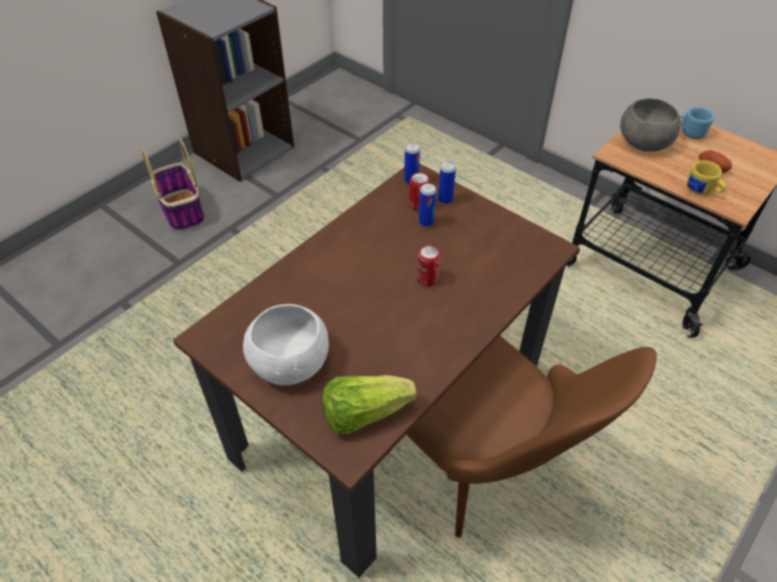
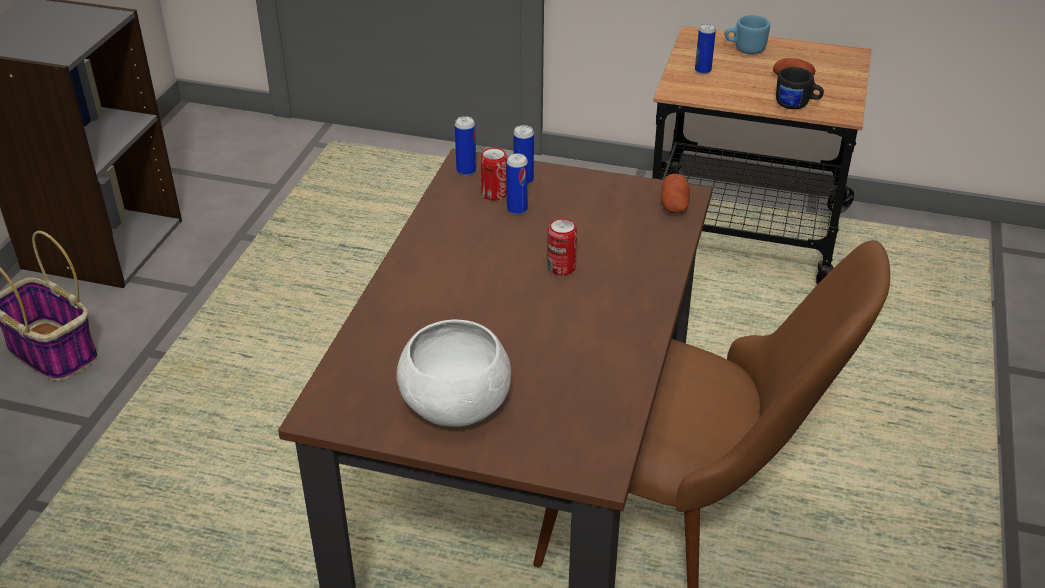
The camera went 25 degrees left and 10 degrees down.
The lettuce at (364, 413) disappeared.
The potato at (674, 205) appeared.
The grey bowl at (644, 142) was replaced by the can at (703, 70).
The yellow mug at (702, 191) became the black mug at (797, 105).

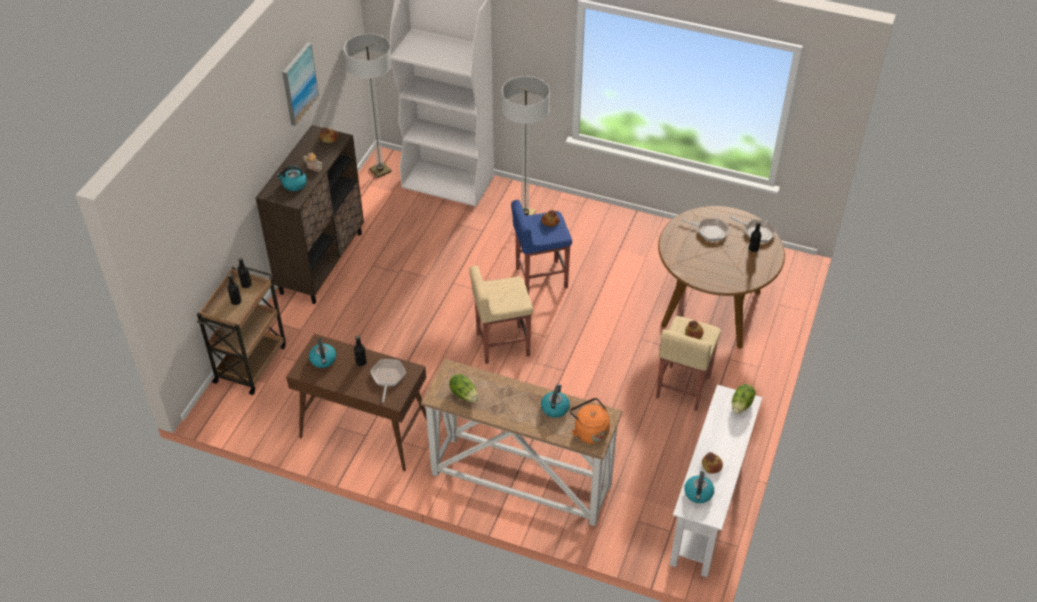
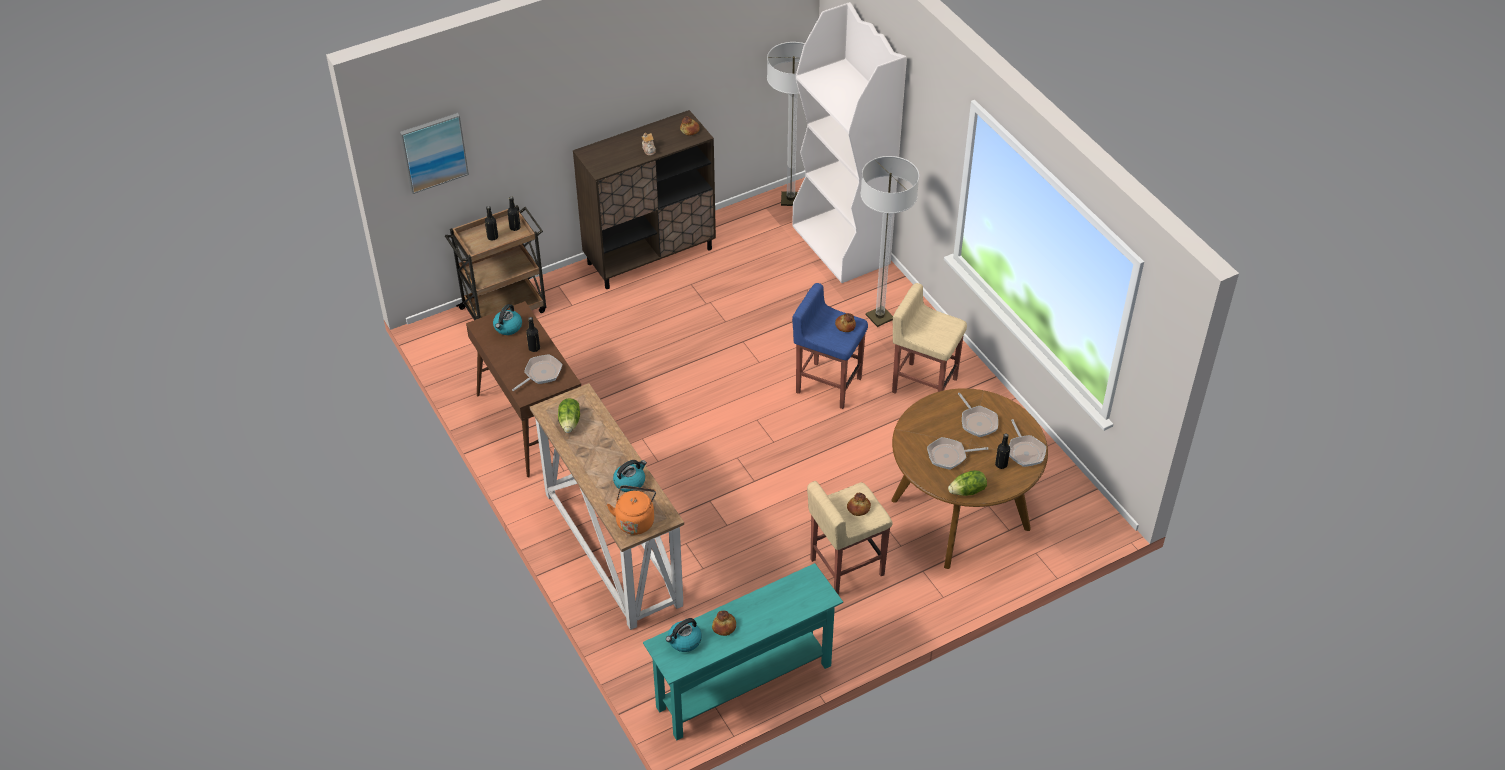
The camera went 40 degrees right and 0 degrees up.
The kettle at (294, 184) disappeared.
The frying pan at (949, 456) appeared.
The picture moved from (299, 83) to (434, 152).
The beige stool moved from (502, 344) to (923, 385).
The lettuce moved from (742, 405) to (967, 491).
The white console table at (708, 509) became the turquoise console table at (744, 687).

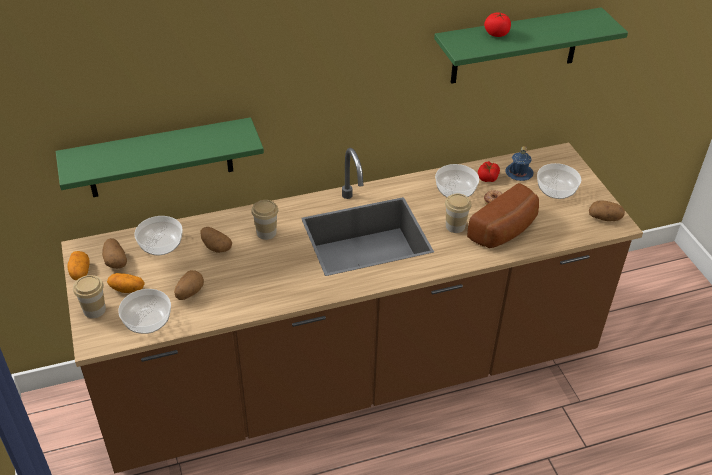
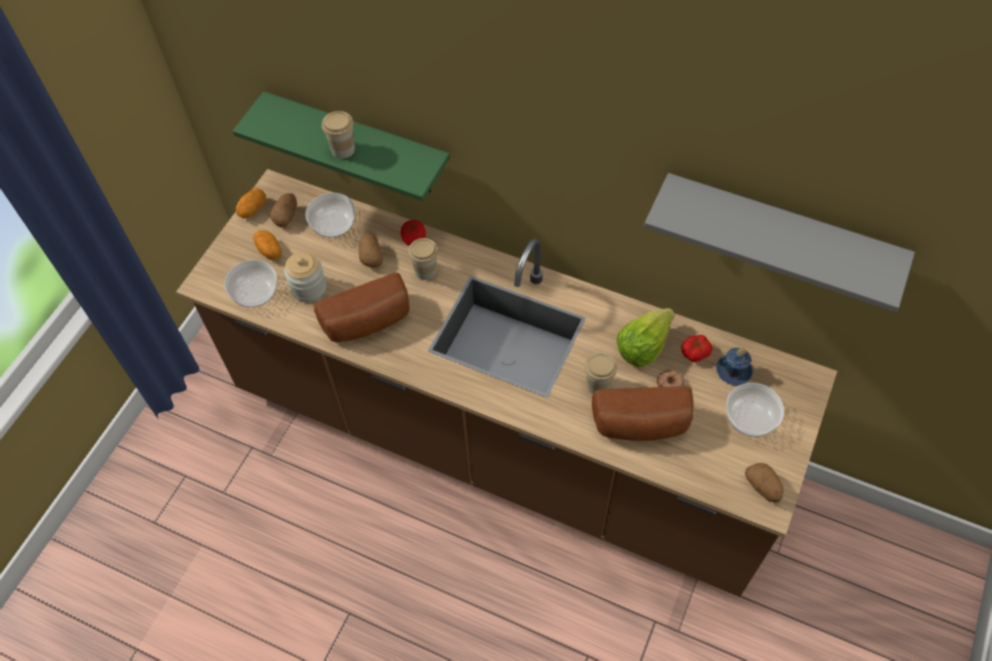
The camera went 45 degrees right and 15 degrees up.
The bread at (368, 323) appeared.
The cup moved from (94, 310) to (343, 149).
The tomato moved from (496, 34) to (414, 240).
The potato at (189, 292) was replaced by the jar at (309, 288).
The bowl at (455, 191) was replaced by the lettuce at (643, 345).
The green shelf at (515, 46) became the grey shelf at (778, 236).

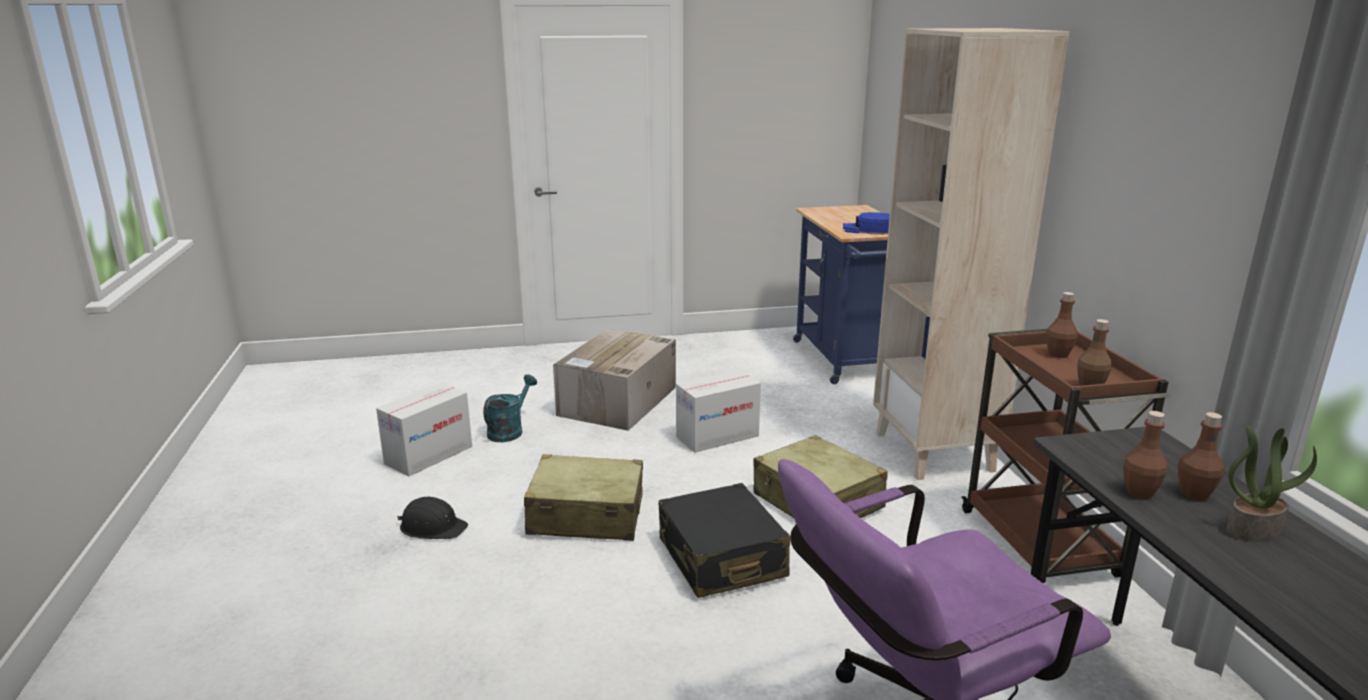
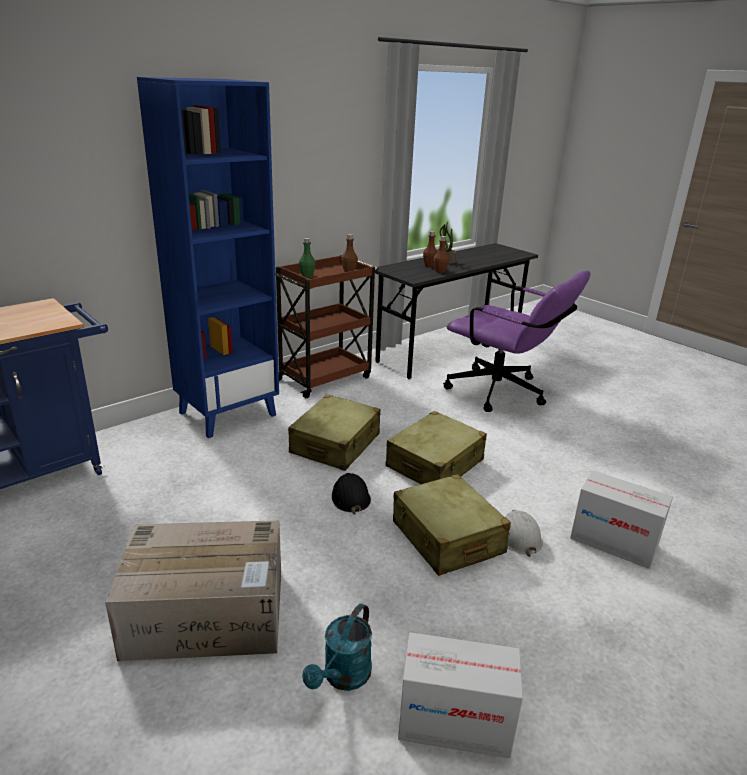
The camera went 120 degrees left and 5 degrees up.
The blue cap at (868, 229) disappeared.
The white hard hat at (518, 536) appeared.
The black hard hat moved from (432, 527) to (350, 497).
The cardboard box moved from (717, 436) to (614, 542).
The black suitcase at (721, 558) became the beige suitcase at (435, 464).
The beige bookcase at (935, 452) became the blue bookcase at (228, 413).
The brown bottle at (1058, 354) became the green bottle at (307, 275).
The turquoise watering can at (509, 430) turned 60 degrees counterclockwise.

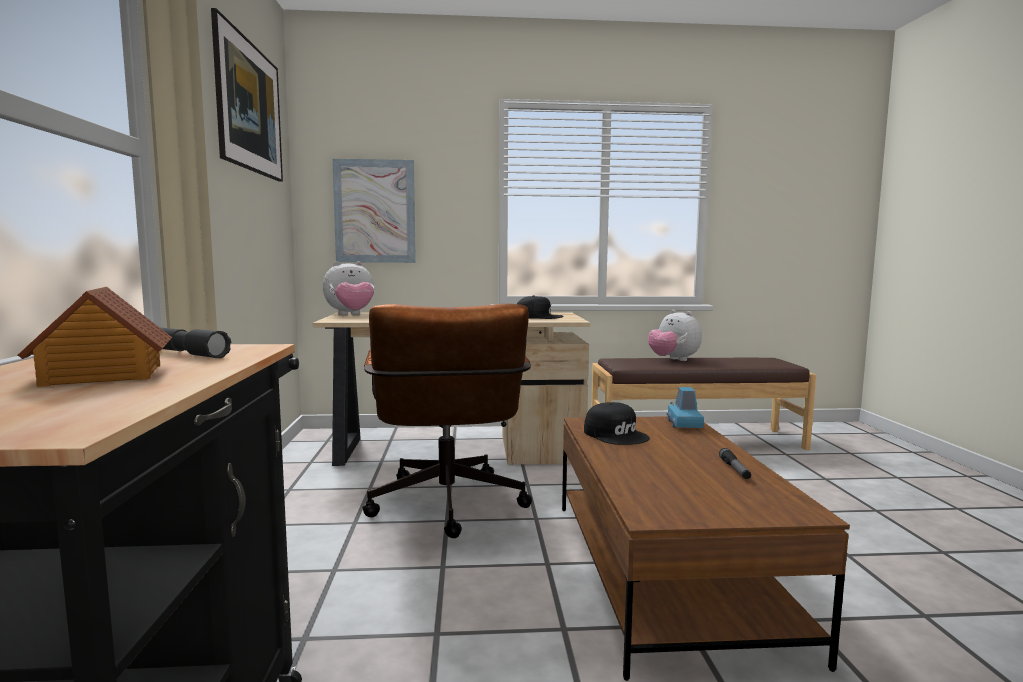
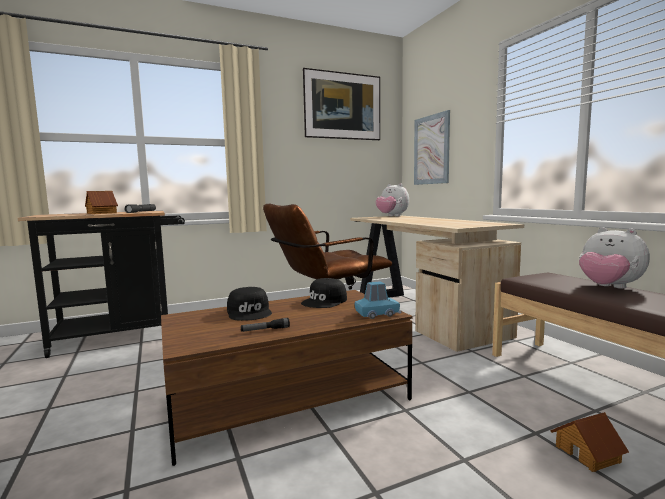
The camera went 70 degrees right and 0 degrees up.
The toy house at (588, 453) appeared.
The black cap moved from (538, 317) to (250, 312).
The plush toy at (673, 360) turned 75 degrees counterclockwise.

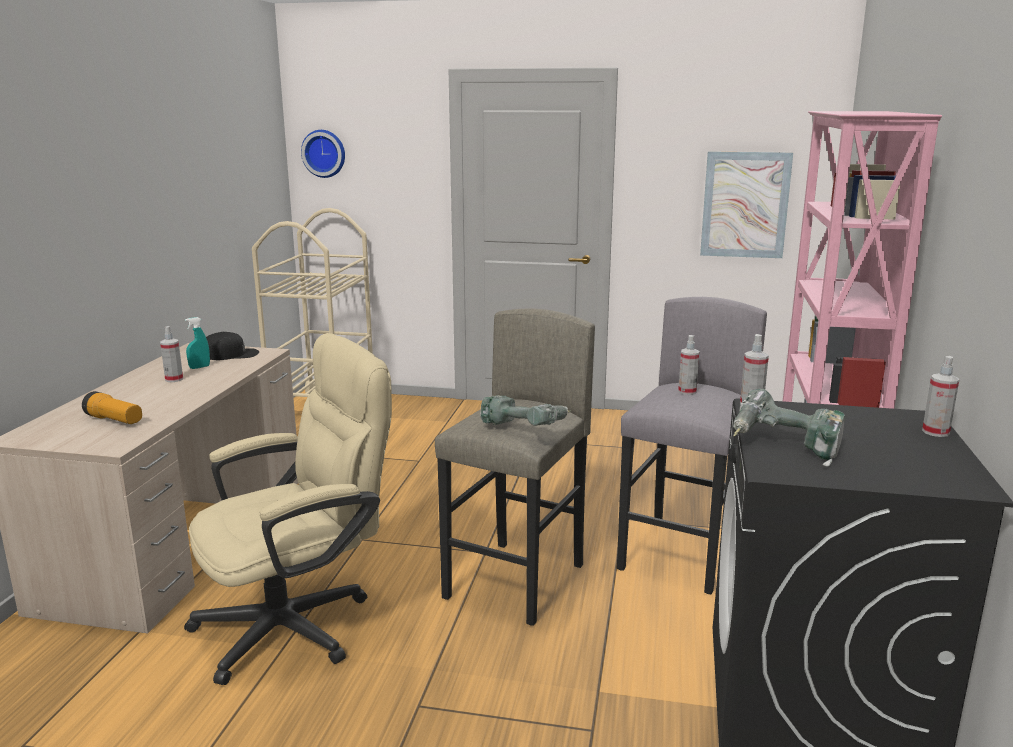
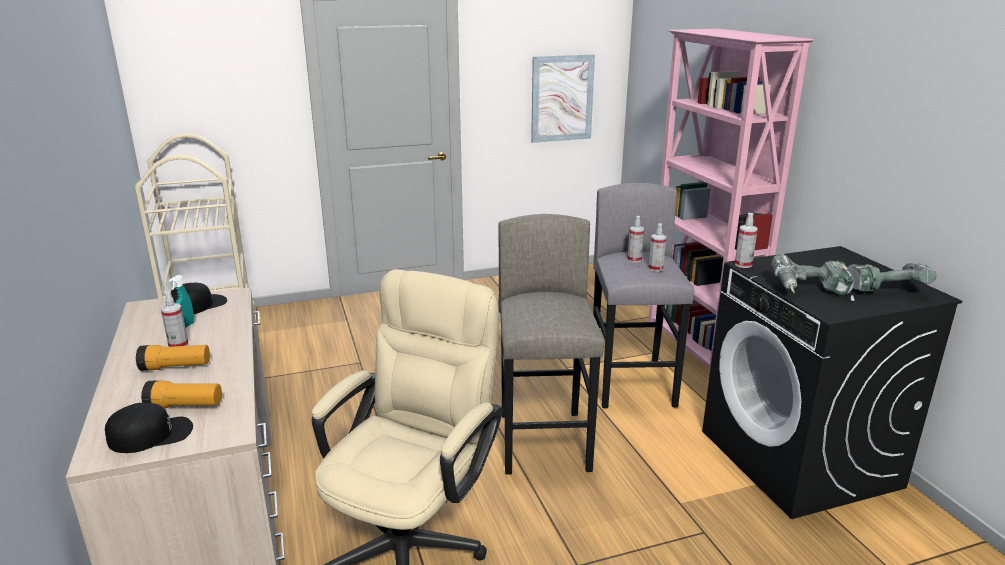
The camera went 30 degrees left and 5 degrees up.
The wall clock at (324, 153) disappeared.
The black cap at (151, 434) appeared.
The flashlight at (175, 367) appeared.
The power drill moved from (525, 428) to (883, 289).
The spray bottle moved from (935, 432) to (655, 268).

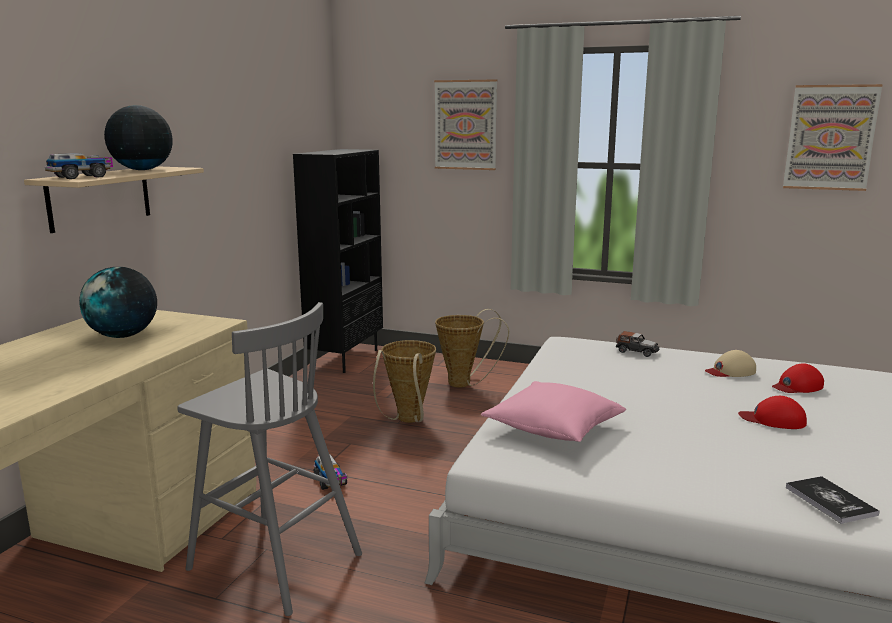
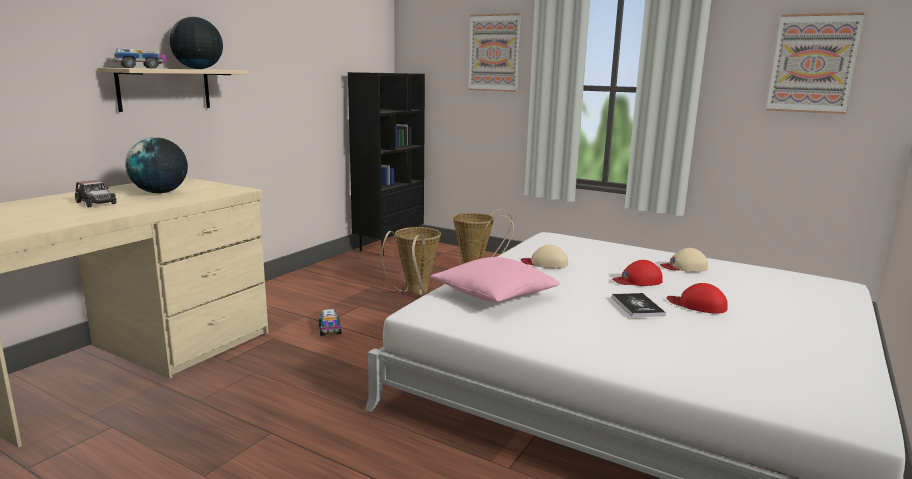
The camera went 10 degrees right and 0 degrees up.
The grey stool at (272, 561) disappeared.
The beige cap at (545, 263) appeared.
The toy car moved from (636, 351) to (96, 203).
The red cap moved from (797, 386) to (637, 280).
The book moved from (830, 501) to (637, 306).

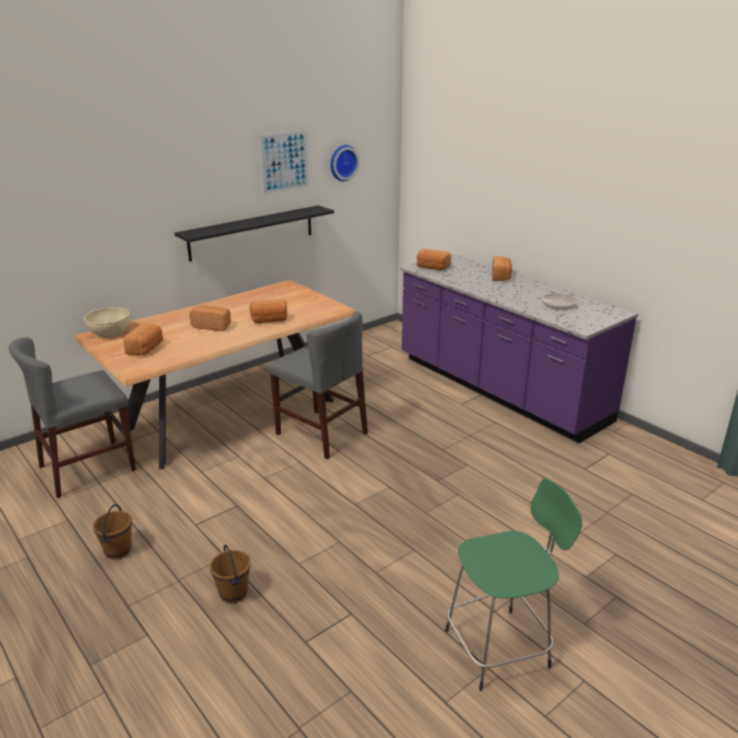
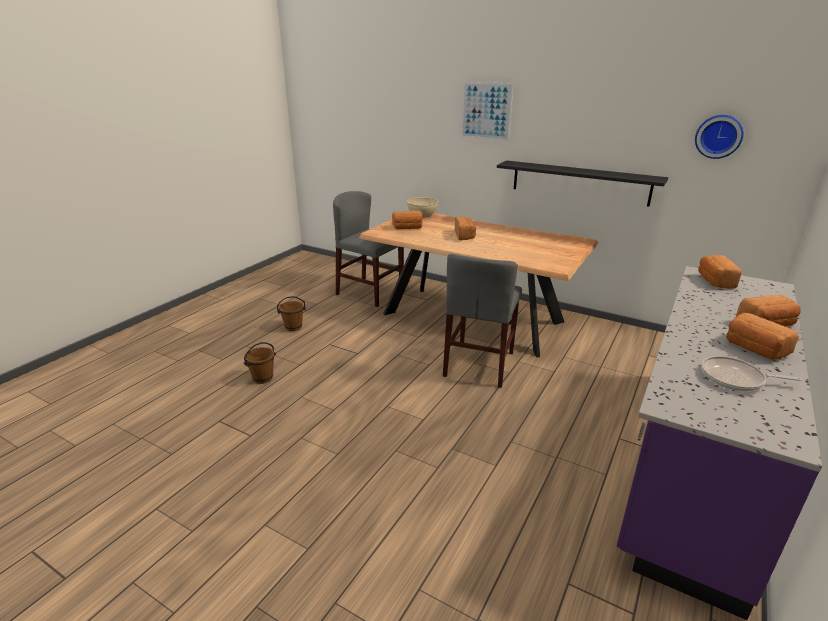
The camera went 70 degrees right and 0 degrees up.
The green stool at (500, 647) disappeared.
The bread moved from (269, 320) to (754, 349).
The picture moved from (285, 161) to (486, 111).

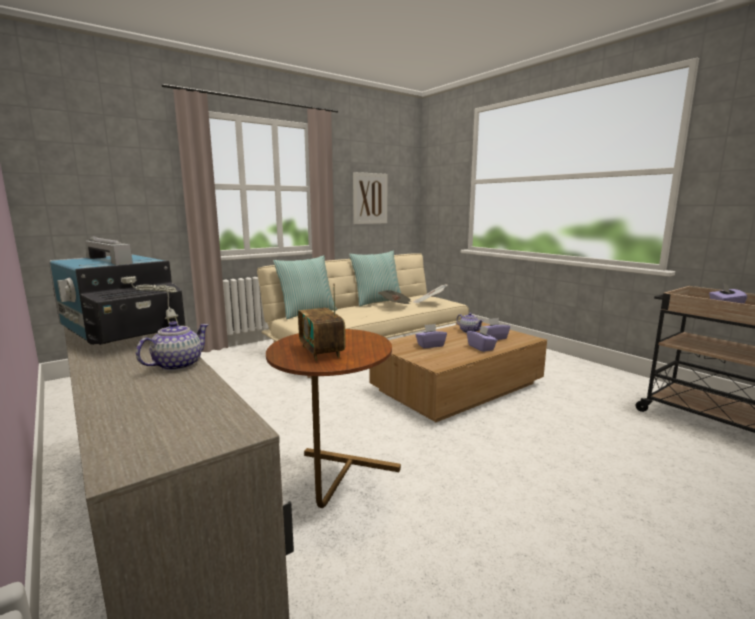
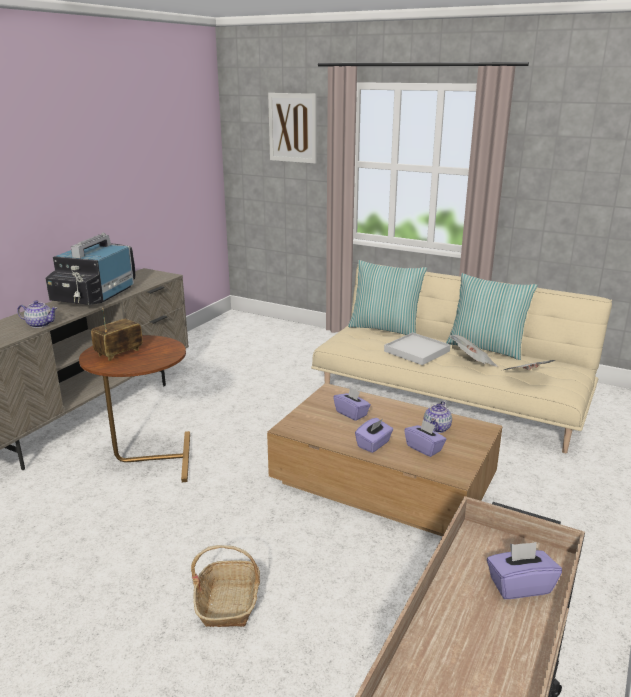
The camera went 65 degrees right and 10 degrees up.
The basket at (228, 602) appeared.
The white tray at (416, 351) appeared.
The picture moved from (370, 198) to (293, 128).

